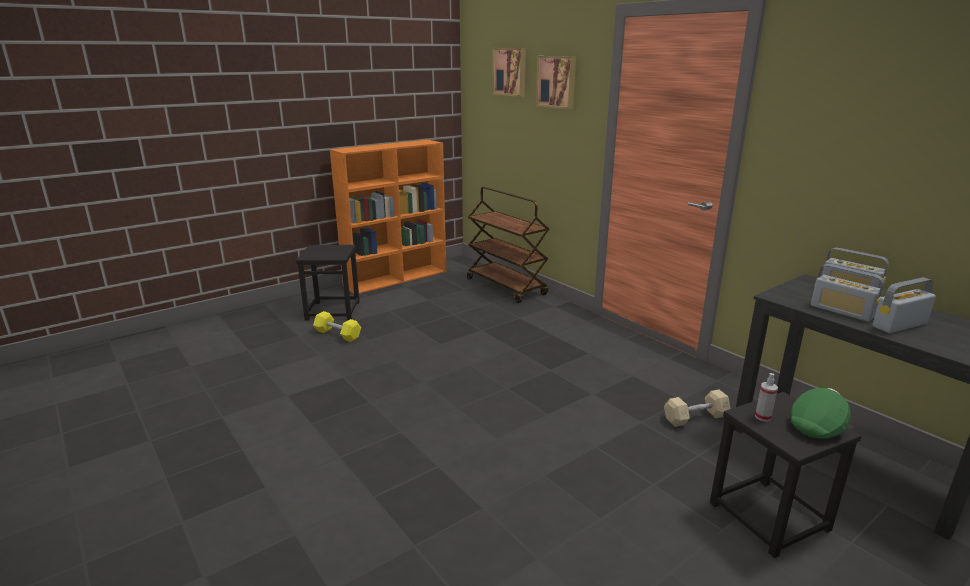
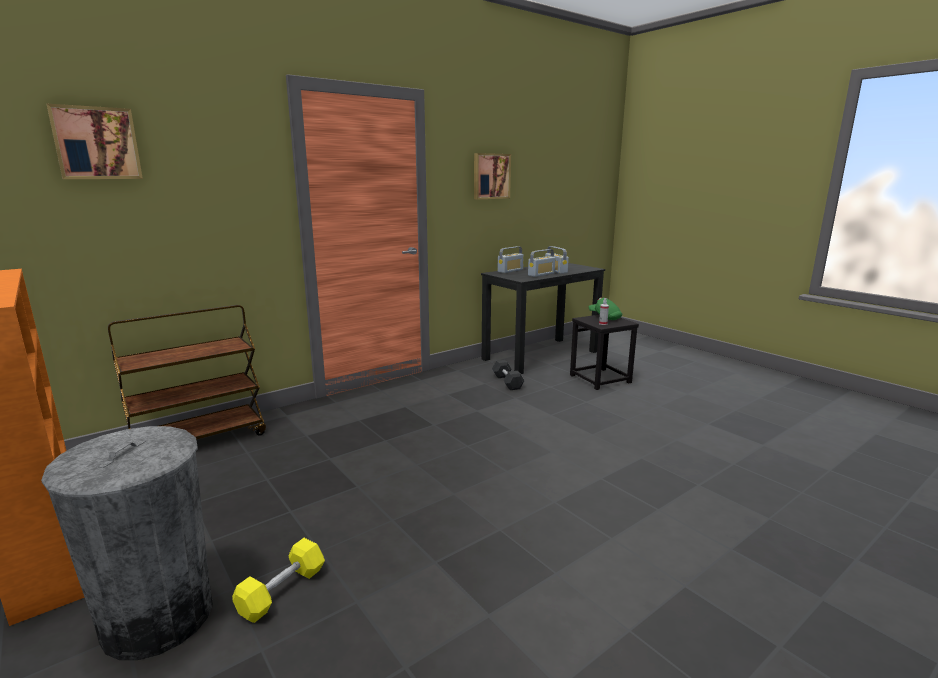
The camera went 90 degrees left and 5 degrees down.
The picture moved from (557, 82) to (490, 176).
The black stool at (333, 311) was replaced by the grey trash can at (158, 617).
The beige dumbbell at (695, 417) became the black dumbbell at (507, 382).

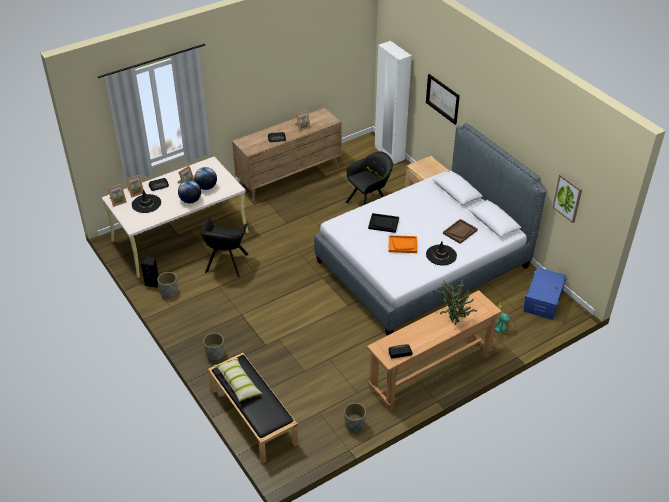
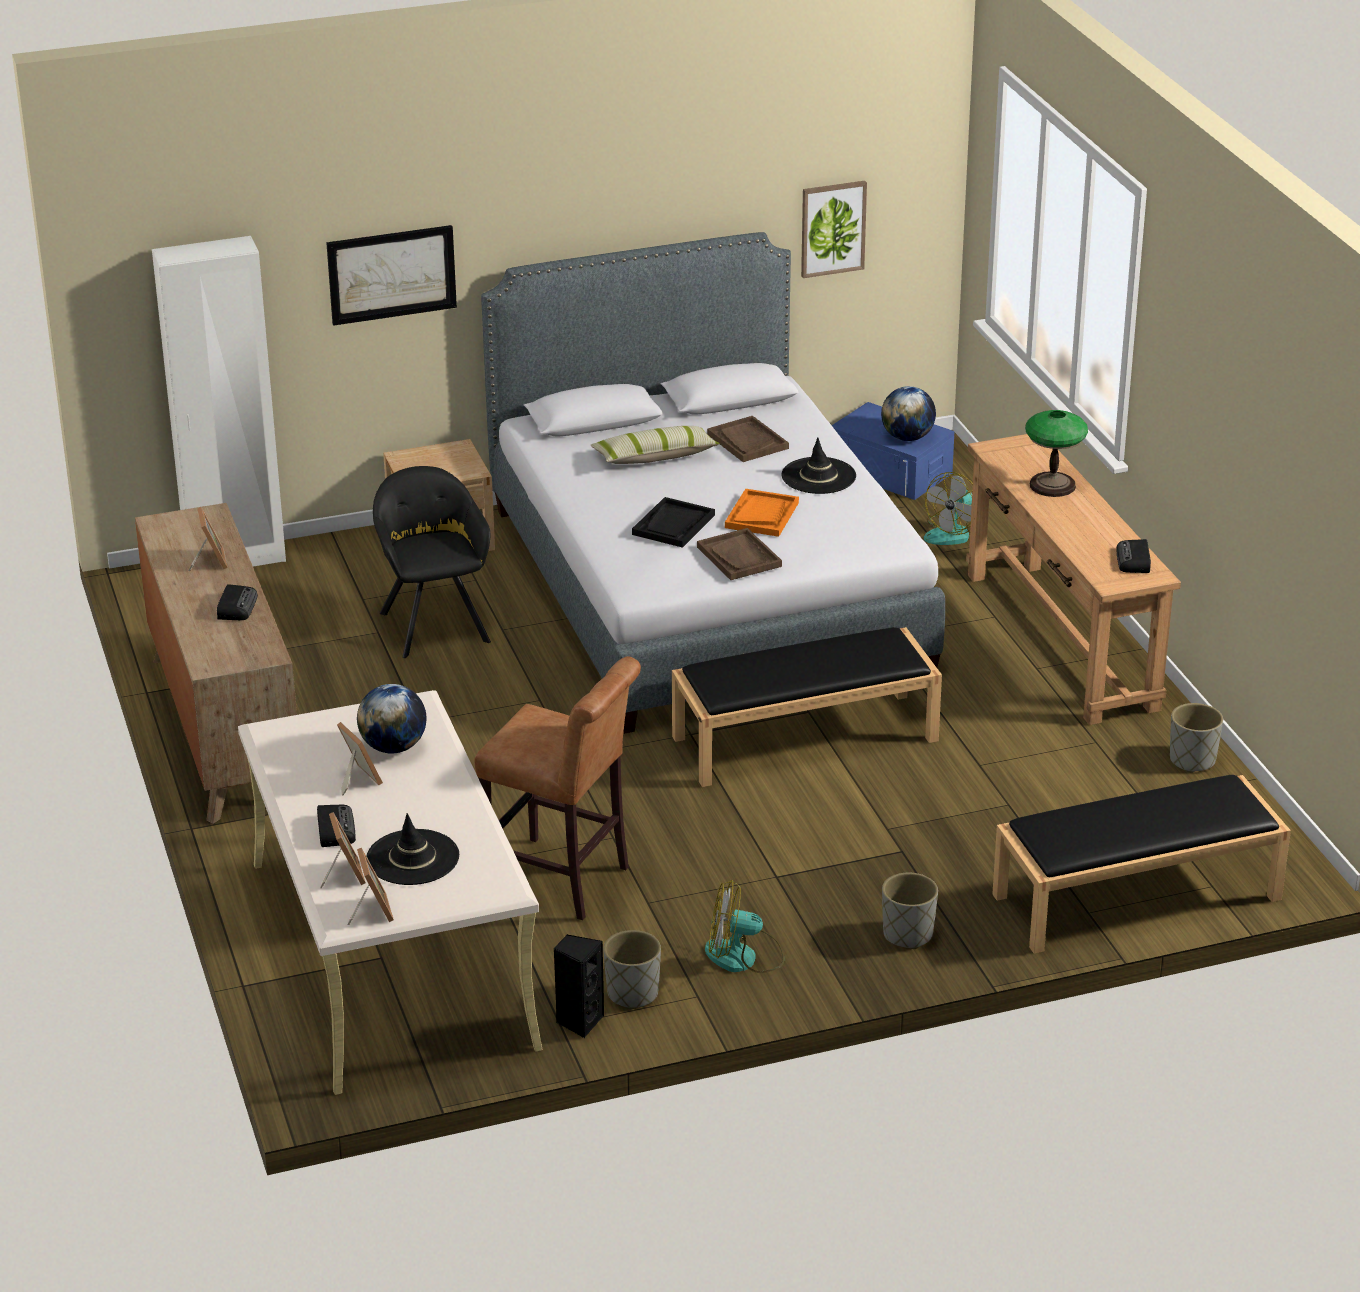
The camera went 75 degrees left and 10 degrees down.
The black bench at (806, 738) appeared.
The brown tray at (739, 557) appeared.
The fan at (743, 957) appeared.
The globe moved from (190, 200) to (907, 438).
The pillow moved from (238, 383) to (655, 457).
The black armchair at (226, 265) was replaced by the brown stool at (564, 882).
The potted plant at (454, 319) was replaced by the table lamp at (1052, 485).

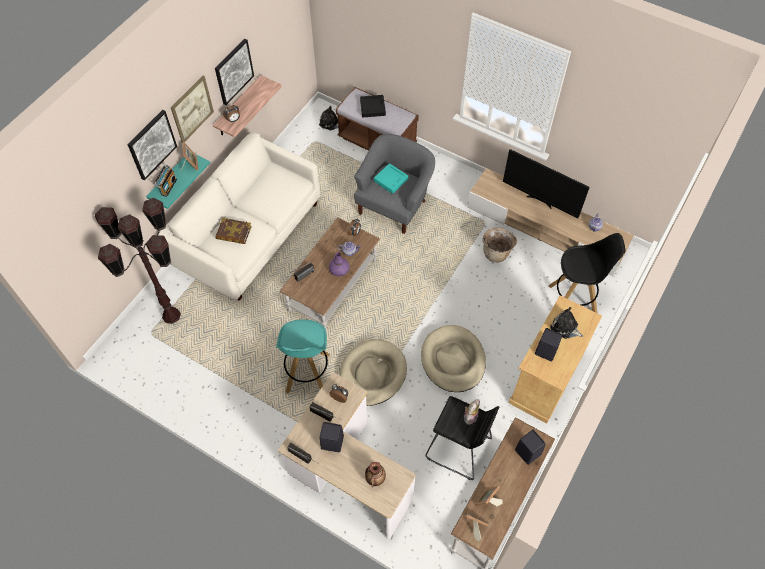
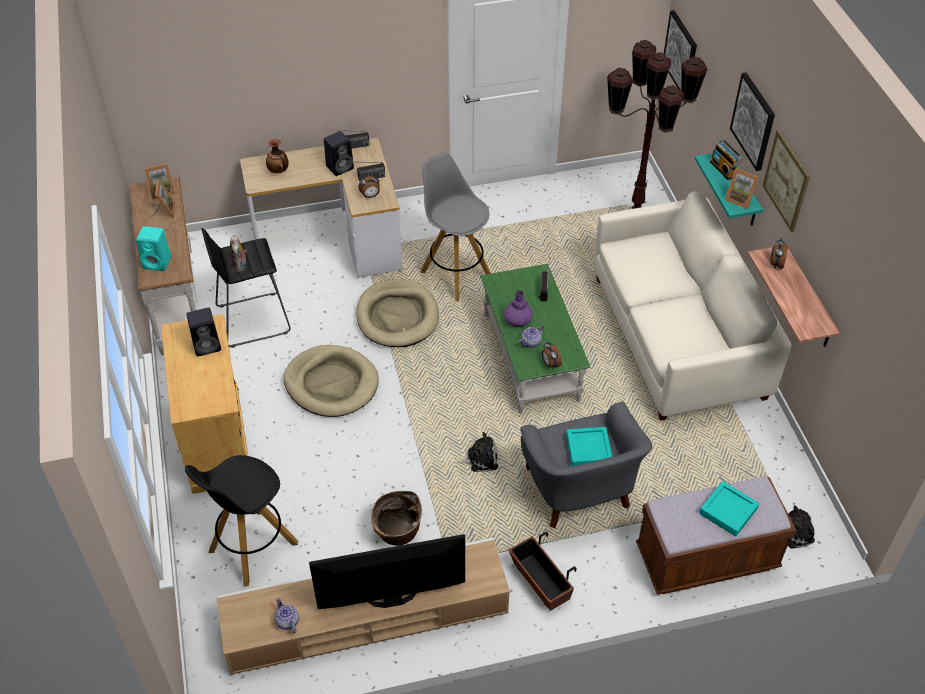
The camera went 135 degrees right and 10 degrees down.
The book at (234, 233) disappeared.
The planter at (540, 582) appeared.
The picture moved from (233, 71) to (681, 53).
The plush toy moved from (565, 327) to (480, 459).
The turquoise stool at (307, 374) became the grey stool at (455, 274).
The brown coffee table at (333, 285) became the green coffee table at (531, 357).
The black tray at (372, 108) became the turquoise tray at (728, 511).
The black speaker at (527, 452) became the turquoise speaker at (158, 262).

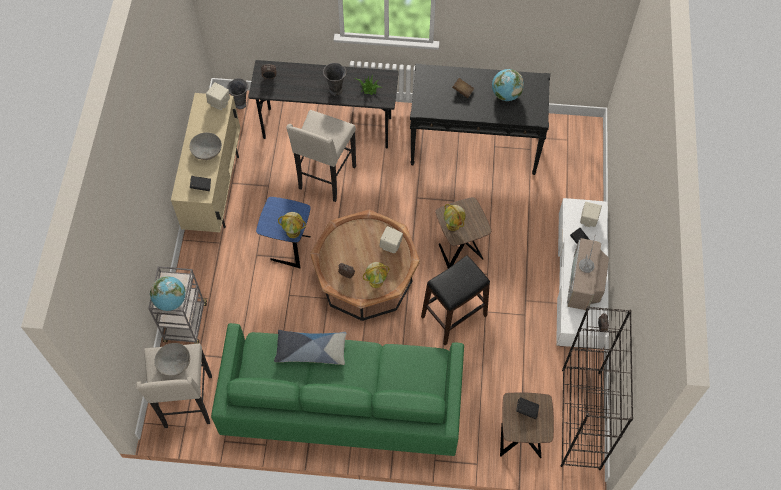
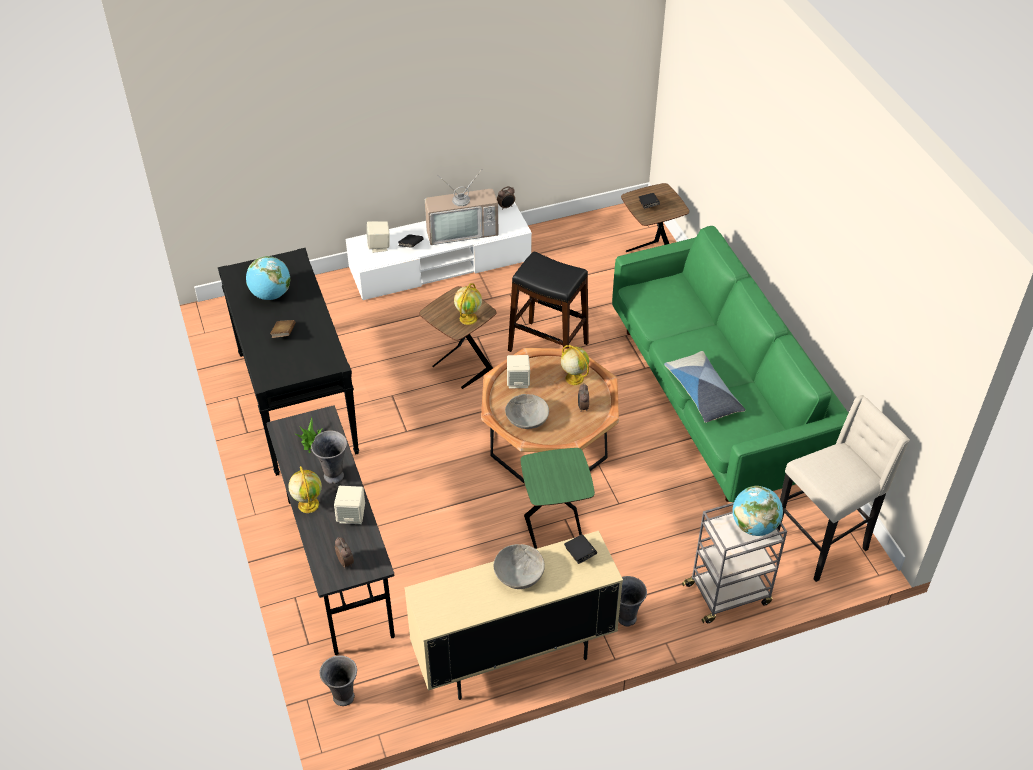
The camera went 115 degrees left and 15 degrees down.
The beige stool at (326, 178) disappeared.
The black bookcase at (581, 419) disappeared.
The grey vase at (626, 617) appeared.
The grey bowl moved from (174, 363) to (526, 419).
The beige speaker moved from (219, 103) to (352, 515).
The globe moved from (293, 232) to (308, 504).
The blue side table at (289, 249) became the green side table at (555, 530).

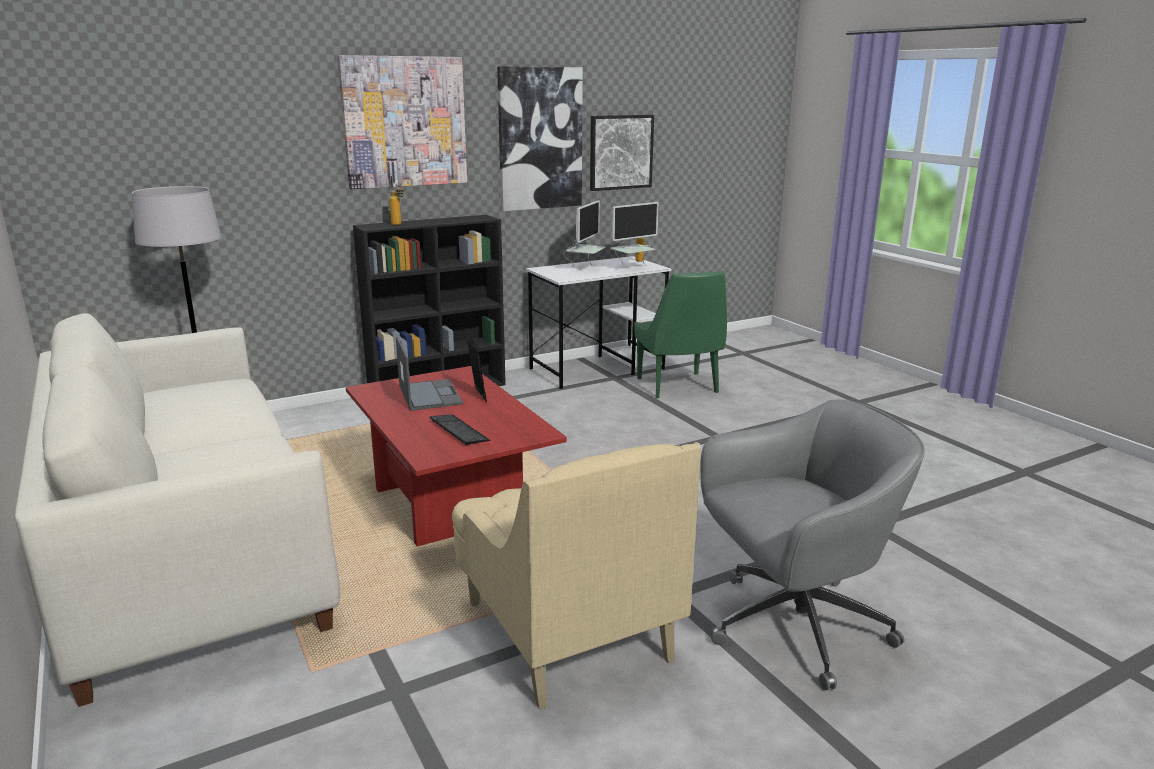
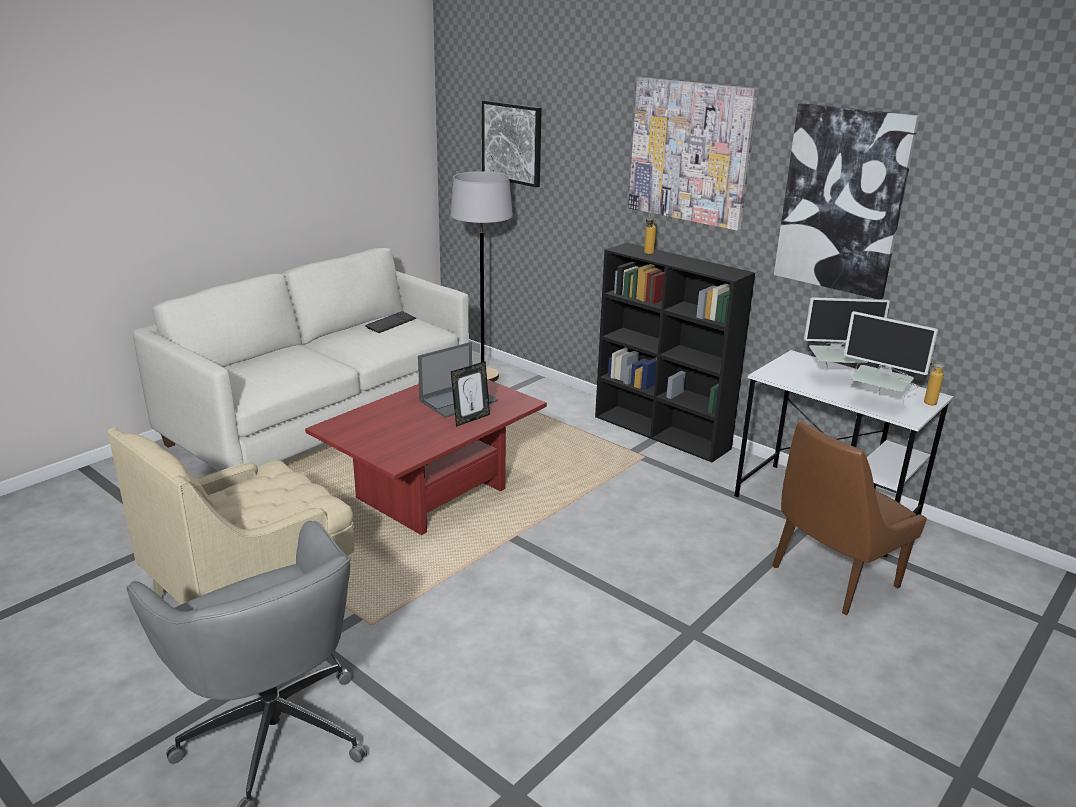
The camera went 70 degrees right and 5 degrees up.
The keyboard moved from (458, 431) to (390, 323).
The picture moved from (620, 152) to (512, 143).
The green chair at (678, 386) became the brown chair at (831, 578).

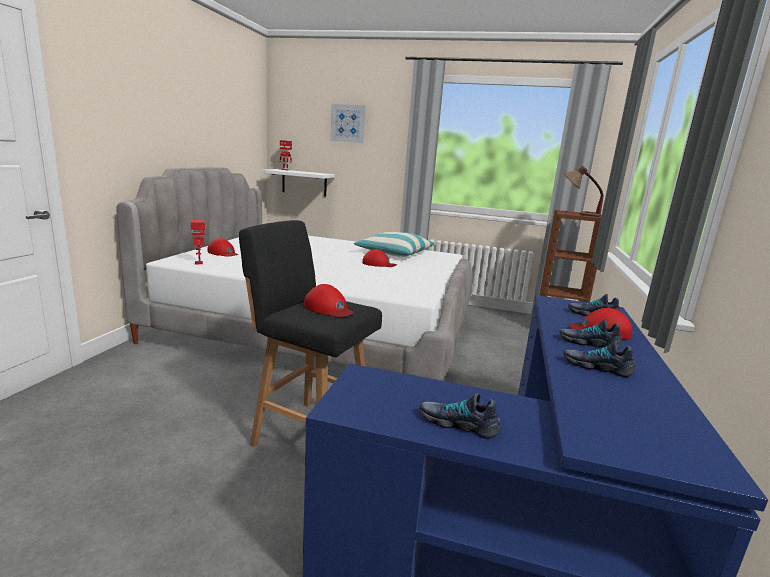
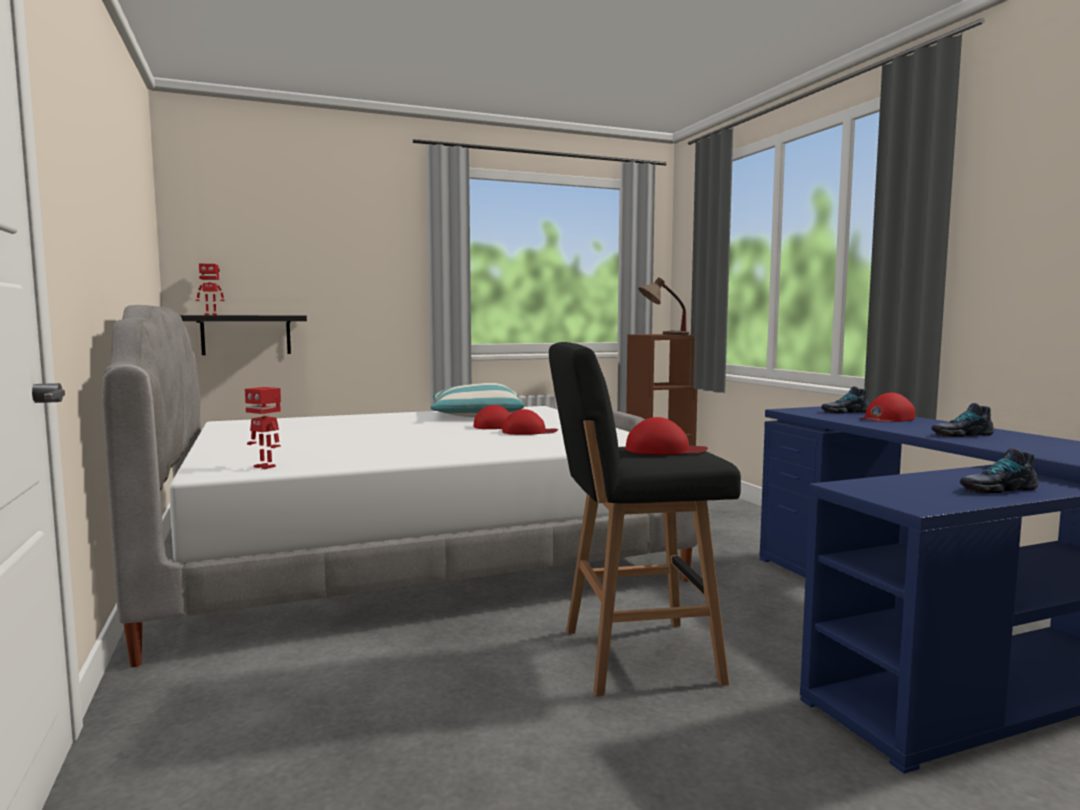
The camera went 35 degrees left and 10 degrees down.
The picture at (348, 123) disappeared.
The shoe at (588, 343) disappeared.
The red cap moved from (223, 253) to (528, 432).
The white shelf at (304, 183) became the black shelf at (246, 335).

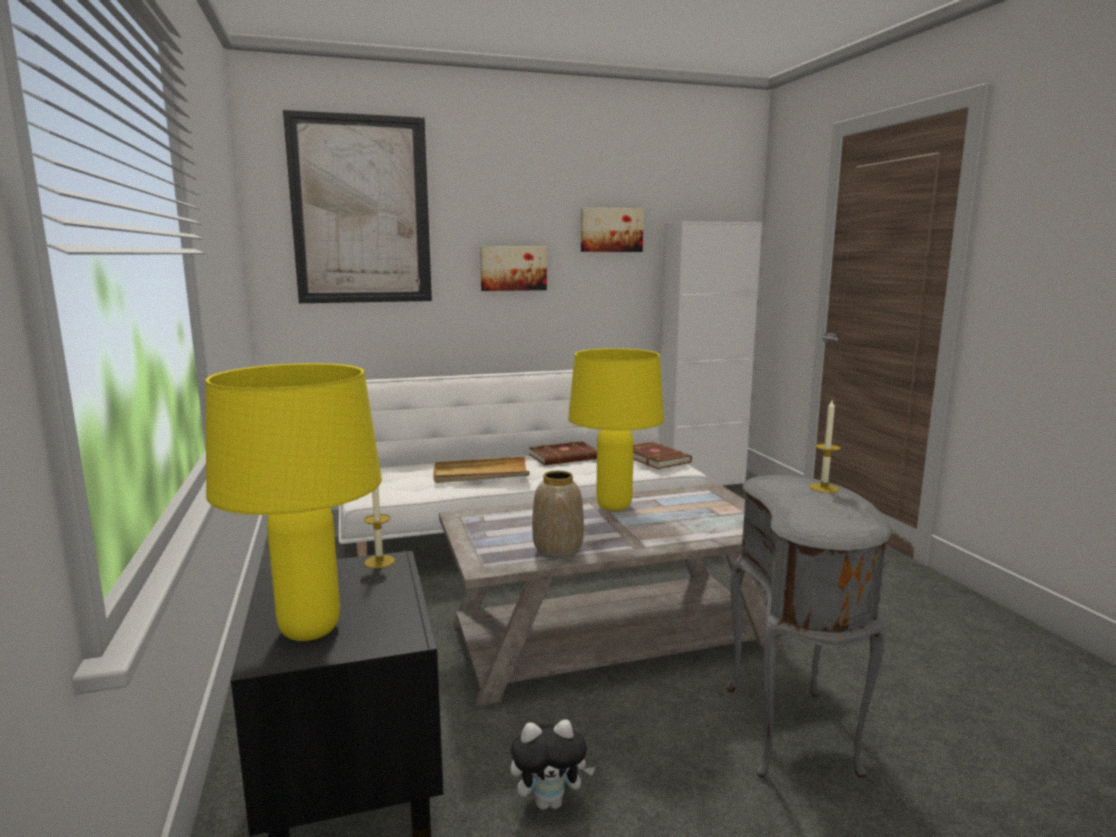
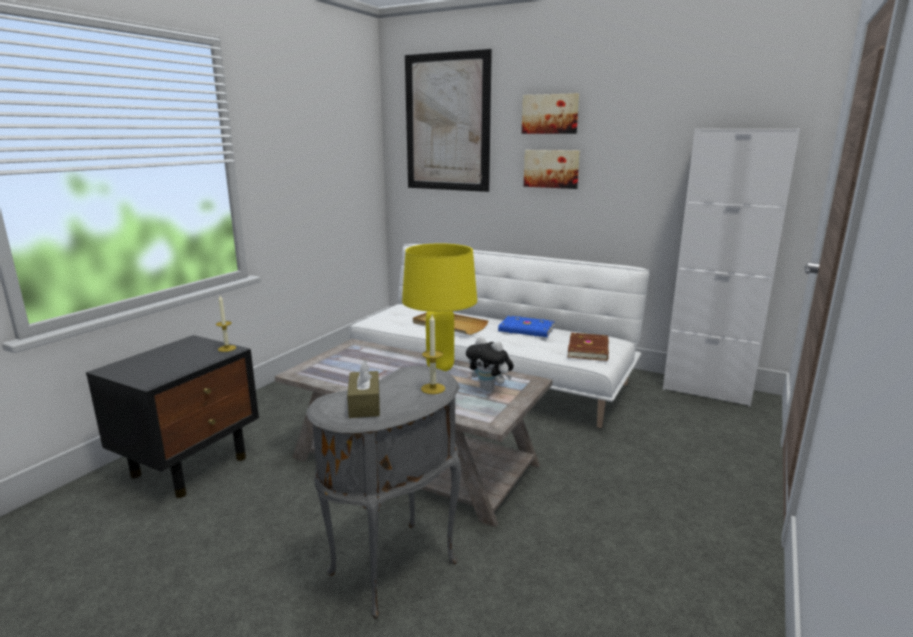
The camera went 45 degrees right and 5 degrees up.
The yellow table lamp at (310, 629) disappeared.
The vase at (558, 550) disappeared.
The brown tissue box at (364, 404) appeared.
The plush toy moved from (550, 801) to (490, 389).
The picture moved from (611, 230) to (550, 114).
The brown book at (565, 457) became the blue book at (526, 329).

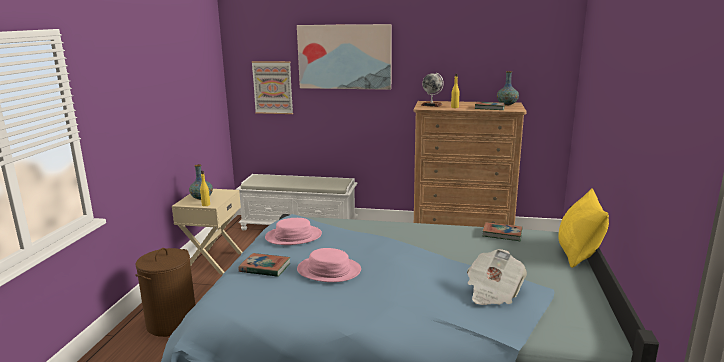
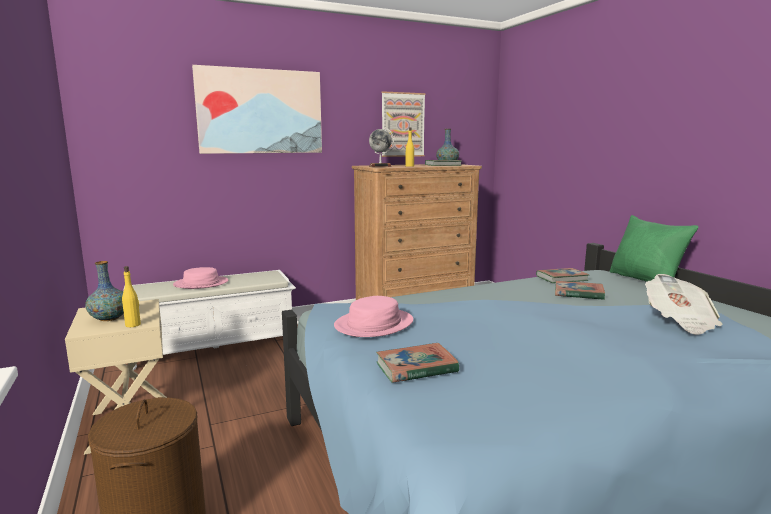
The camera went 35 degrees left and 5 degrees down.
The book at (578, 294) appeared.
The picture moved from (273, 87) to (402, 125).
The pink hat moved from (329, 270) to (201, 283).
The yellow pillow at (578, 254) became the green pillow at (645, 280).

